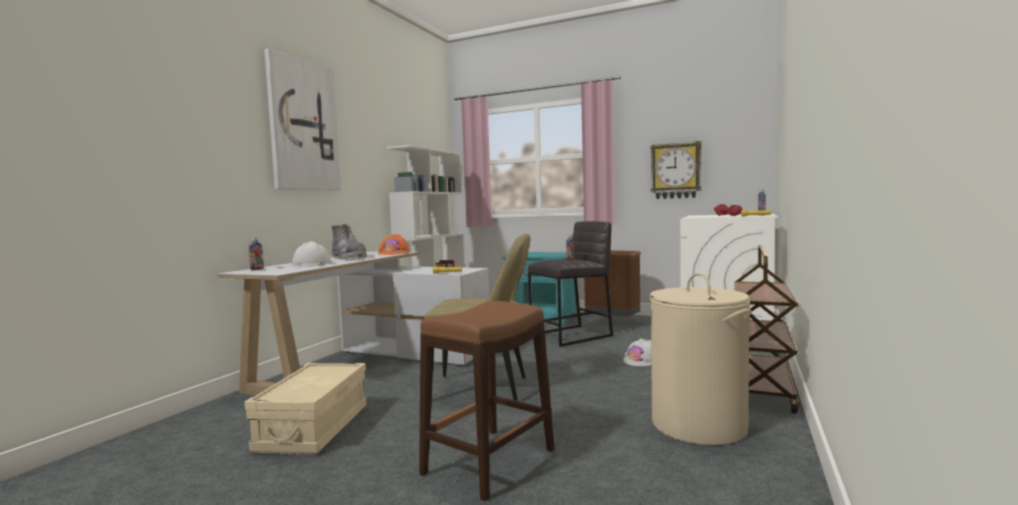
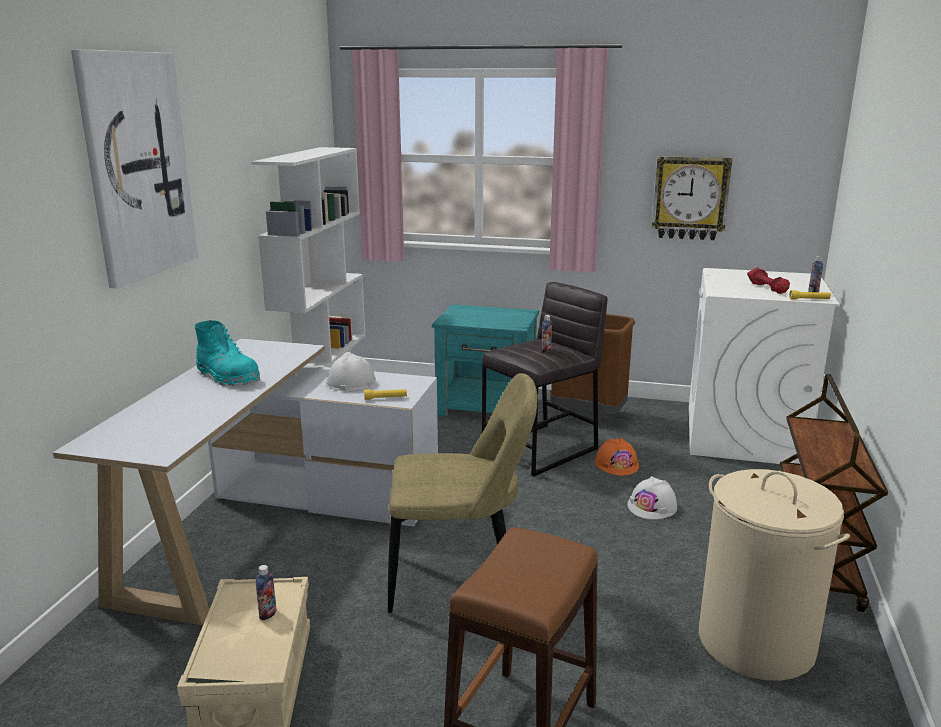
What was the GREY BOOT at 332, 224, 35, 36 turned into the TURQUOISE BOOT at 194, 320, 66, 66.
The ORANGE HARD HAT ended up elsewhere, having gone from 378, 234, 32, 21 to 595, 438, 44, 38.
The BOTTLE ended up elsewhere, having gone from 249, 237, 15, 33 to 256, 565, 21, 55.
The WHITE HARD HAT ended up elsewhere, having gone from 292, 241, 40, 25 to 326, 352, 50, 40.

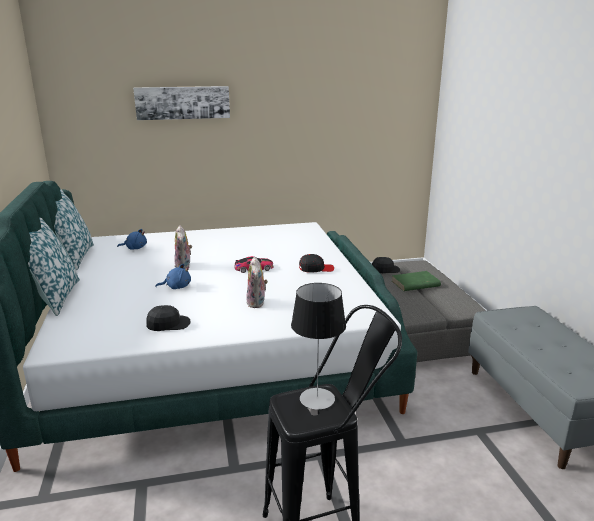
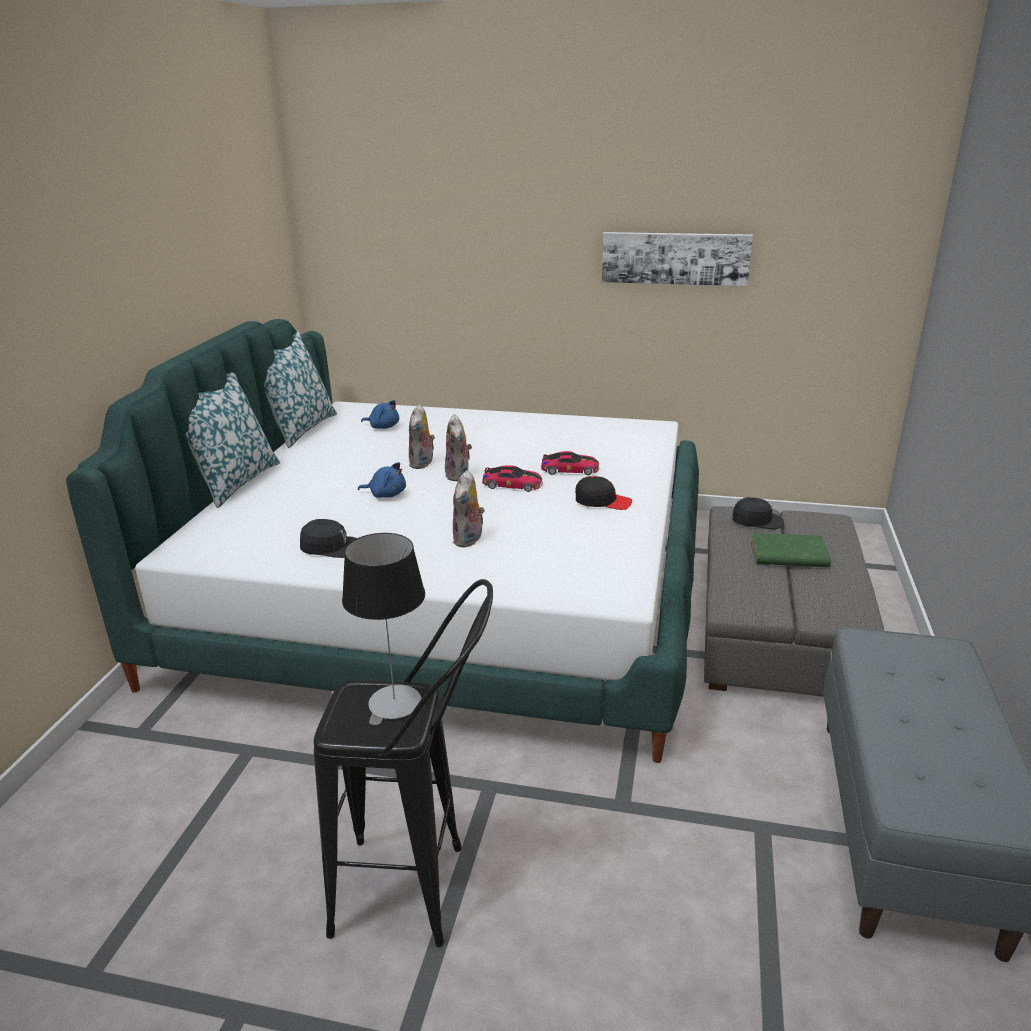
The PICTURE ended up elsewhere, having gone from 133, 86, 97, 34 to 602, 232, 151, 54.
The second view gained the PLUSH TOY at 445, 414, 27, 67.
The second view gained the TOY CAR at 541, 451, 58, 24.

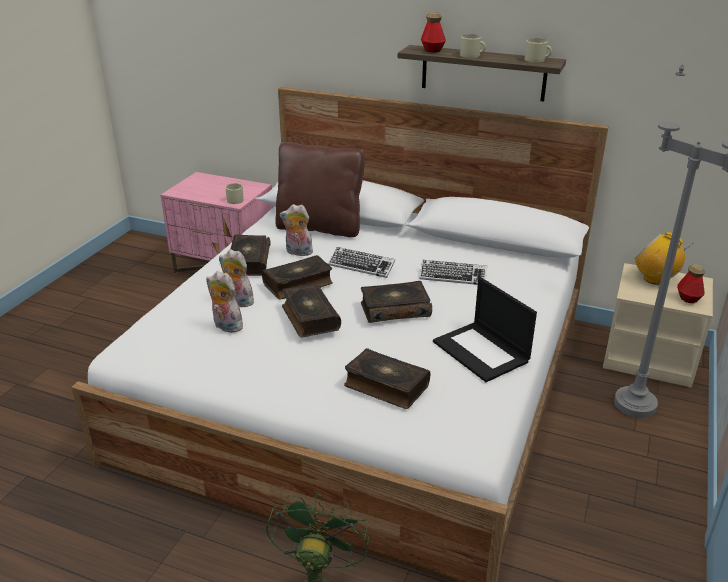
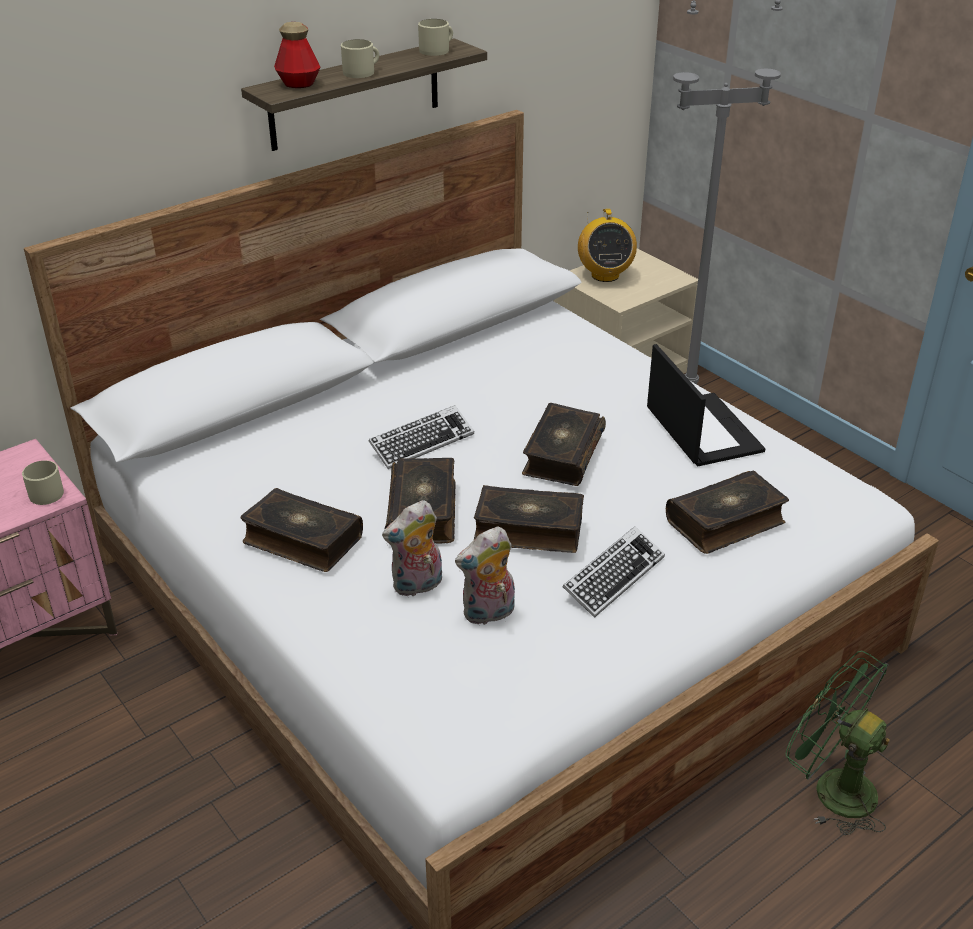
The second view lost the BROWN PILLOW at 275, 142, 90, 95.
The second view lost the PLUSH TOY at 280, 204, 36, 52.
The RADIO at 635, 232, 58, 53 ended up facing another way, 75 degrees counterclockwise from before.
The KEYBOARD ended up elsewhere, having gone from 419, 260, 68, 25 to 562, 526, 103, 92.
The second view lost the BOTTLE at 677, 264, 28, 39.
The LAPTOP at 433, 277, 104, 105 ended up facing another way, 105 degrees counterclockwise from before.

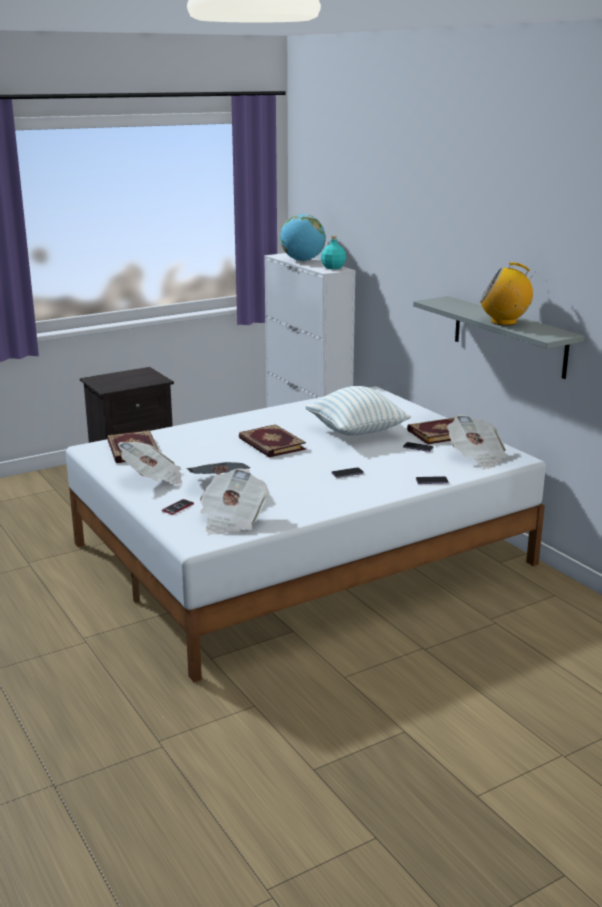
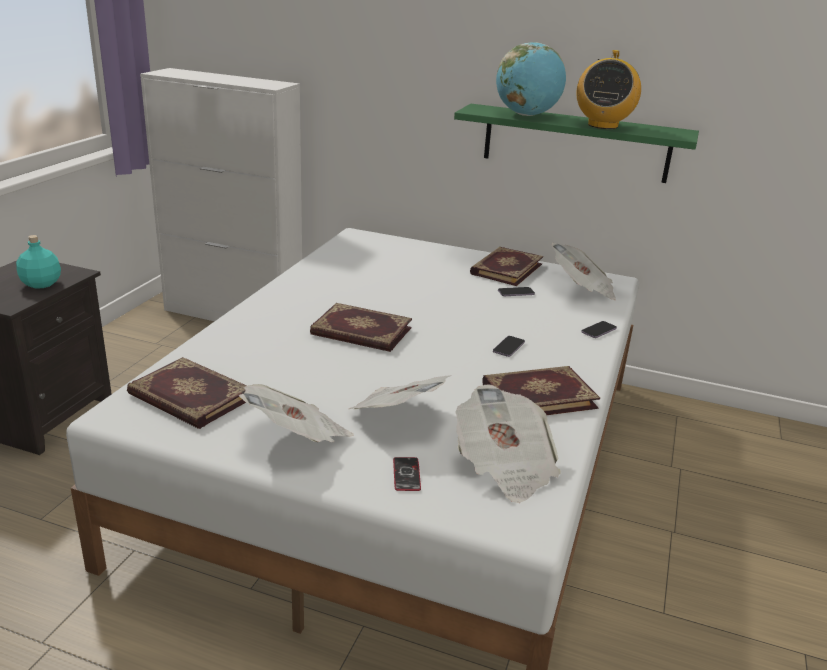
The GLOBE ended up elsewhere, having gone from 280, 214, 46, 47 to 496, 42, 70, 74.
The TURQUOISE BOTTLE ended up elsewhere, having gone from 321, 236, 25, 33 to 16, 235, 45, 53.
The RADIO at 480, 262, 54, 64 ended up facing another way, 45 degrees counterclockwise from before.
What was the GREY SHELF at 413, 296, 172, 83 turned into the GREEN SHELF at 454, 104, 245, 79.
The second view lost the PILLOW at 305, 386, 106, 50.
The second view gained the BOOK at 482, 366, 118, 49.

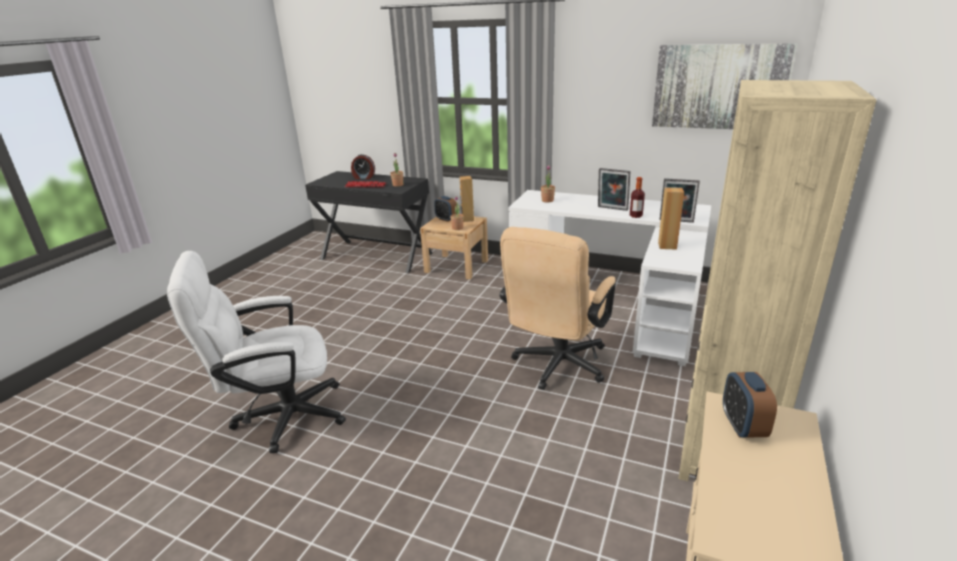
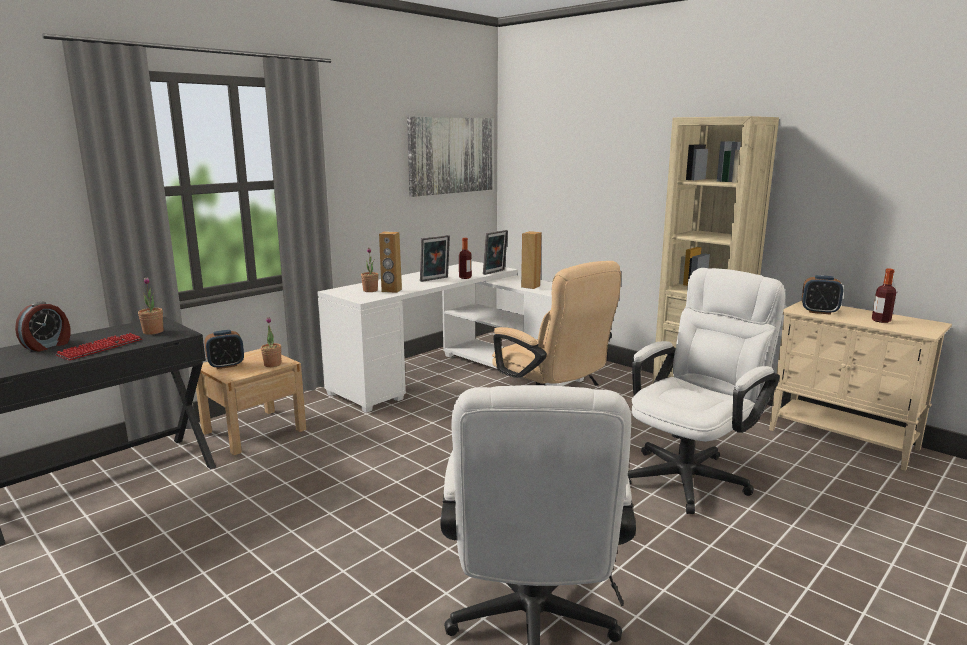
The BROWN SPEAKER ended up elsewhere, having gone from 459, 176, 15, 46 to 379, 232, 23, 61.
The second view gained the WHITE OFFICE CHAIR at 628, 268, 157, 246.
The second view gained the BOTTLE at 872, 269, 24, 54.

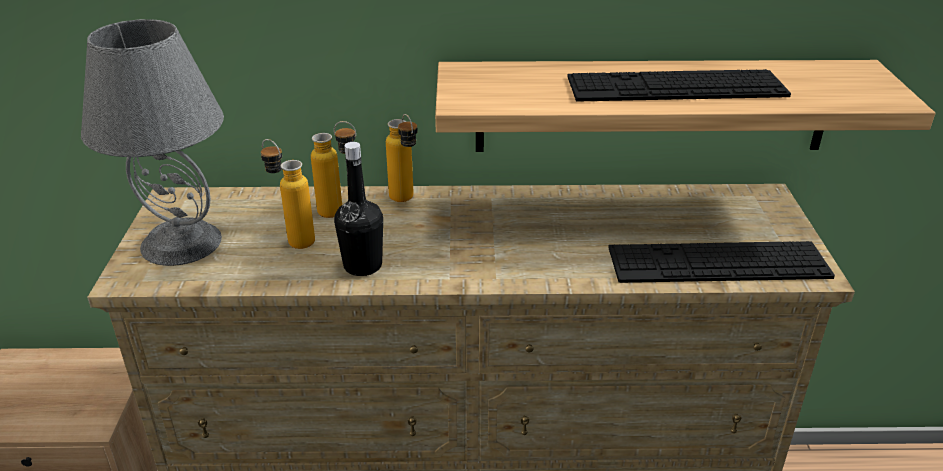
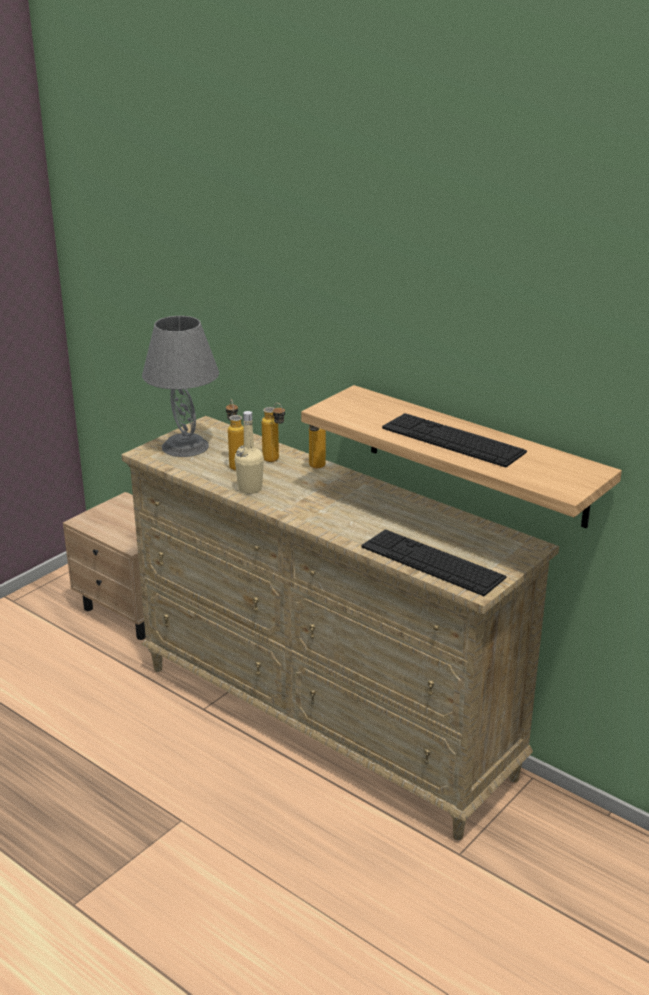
What was the BLACK BOTTLE at 334, 142, 49, 134 turned into the BEIGE BOTTLE at 235, 411, 29, 83.

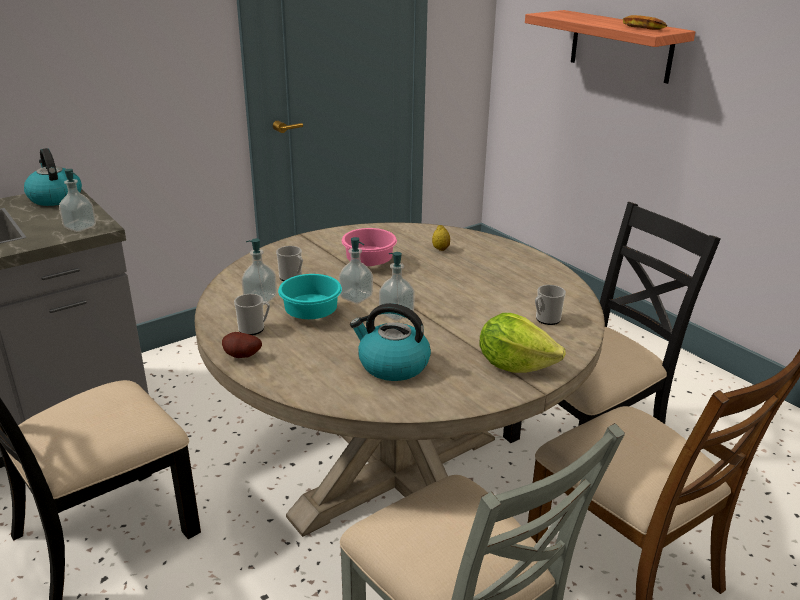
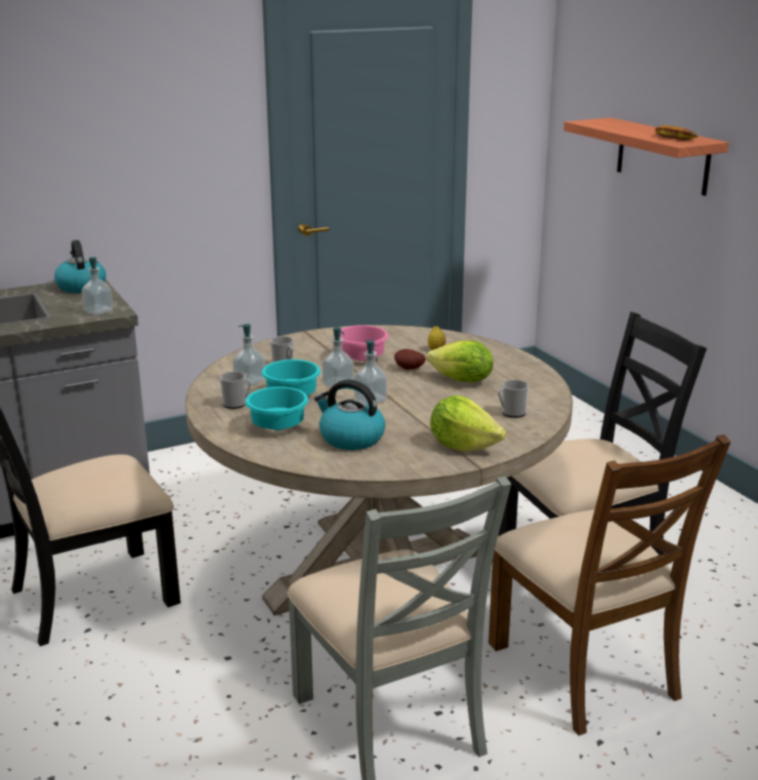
The POTATO ended up elsewhere, having gone from 222, 332, 40, 26 to 394, 349, 32, 21.
The second view gained the LETTUCE at 427, 340, 66, 42.
The second view gained the TURQUOISE BOWL at 245, 387, 63, 43.

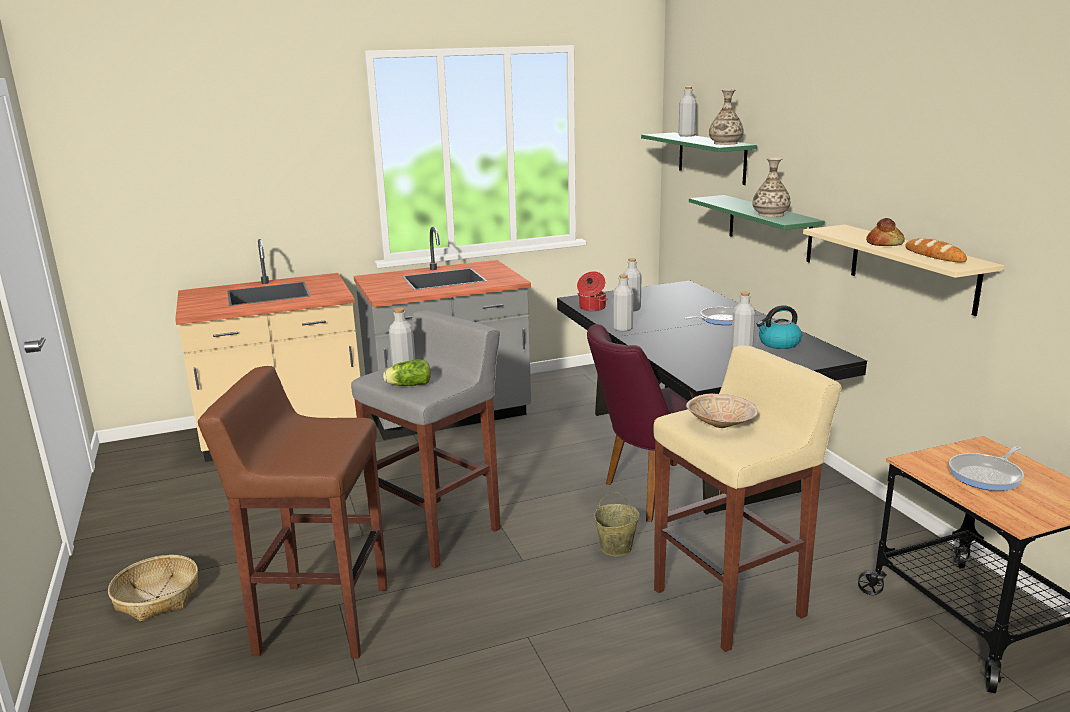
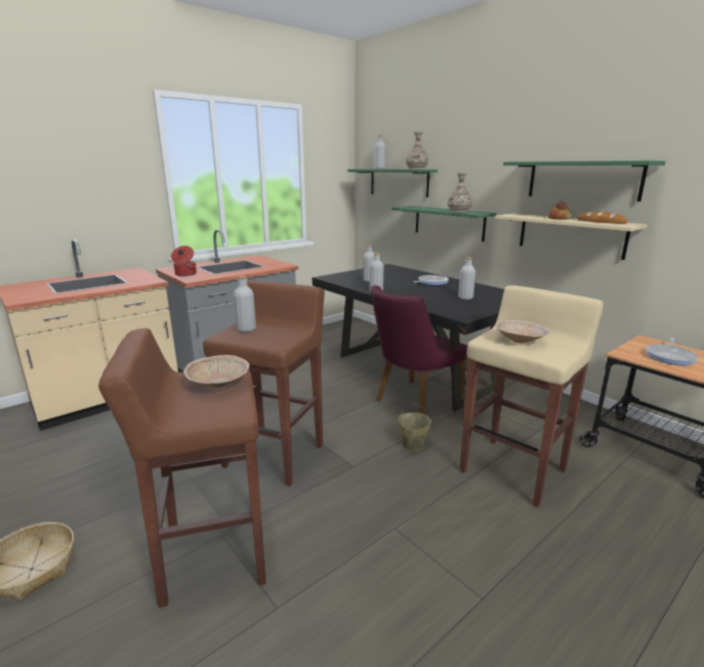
The COOKING POT ended up elsewhere, having gone from 577, 271, 30, 40 to 171, 246, 26, 30.
The second view lost the KETTLE at 757, 305, 45, 44.
What was the GREY STOOL at 351, 310, 150, 258 turned into the BROWN STOOL at 203, 281, 122, 205.
The second view lost the LETTUCE at 383, 359, 48, 27.
The second view gained the GREEN SHELF at 503, 161, 163, 41.
The second view gained the BEIGE BOWL at 184, 355, 66, 33.

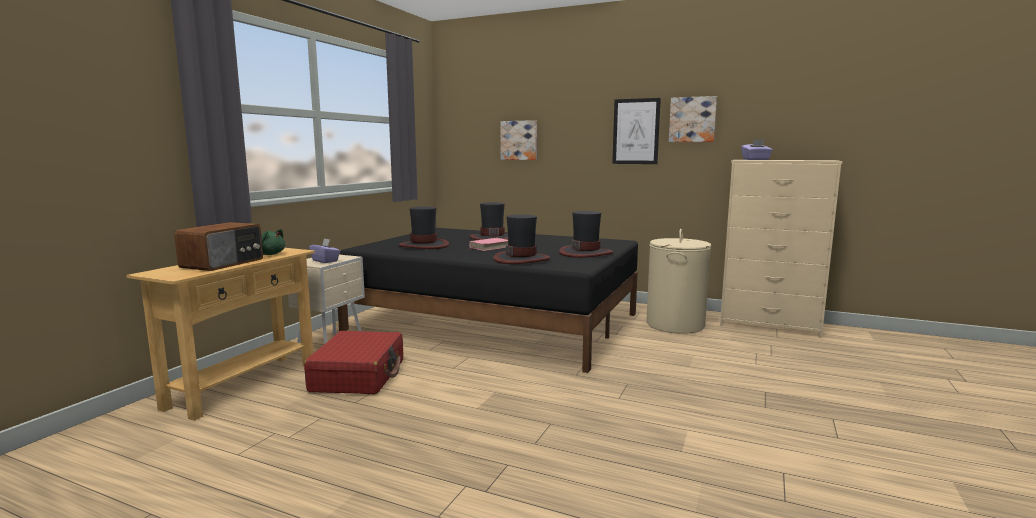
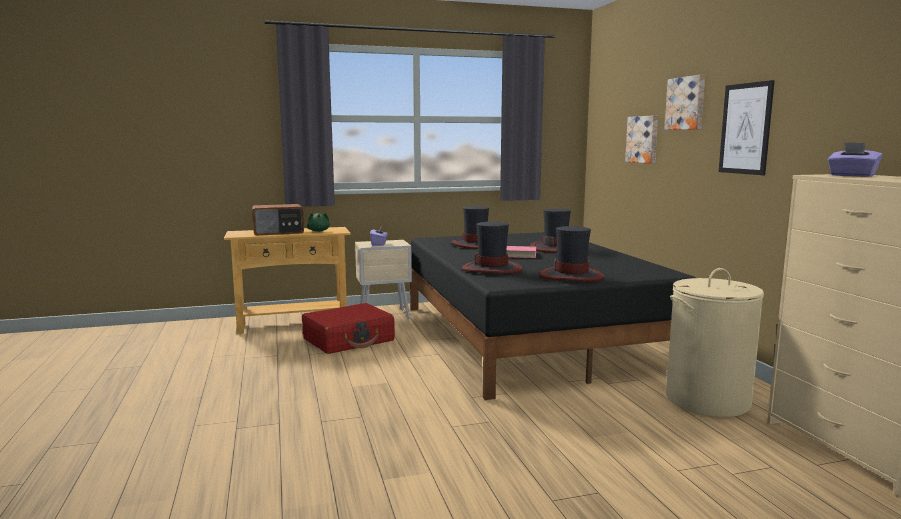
The PICTURE ended up elsewhere, having gone from 669, 96, 48, 46 to 664, 75, 41, 55.

